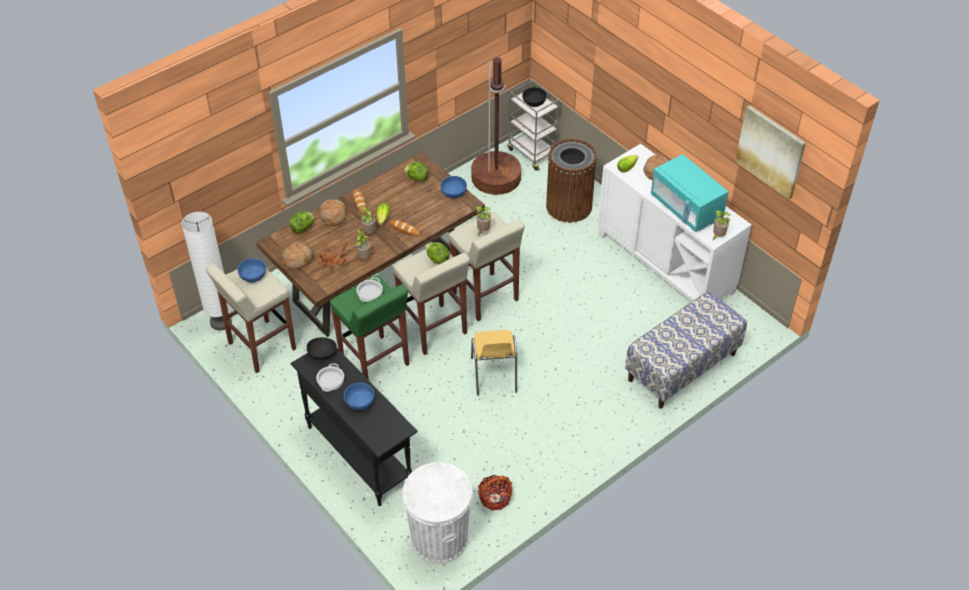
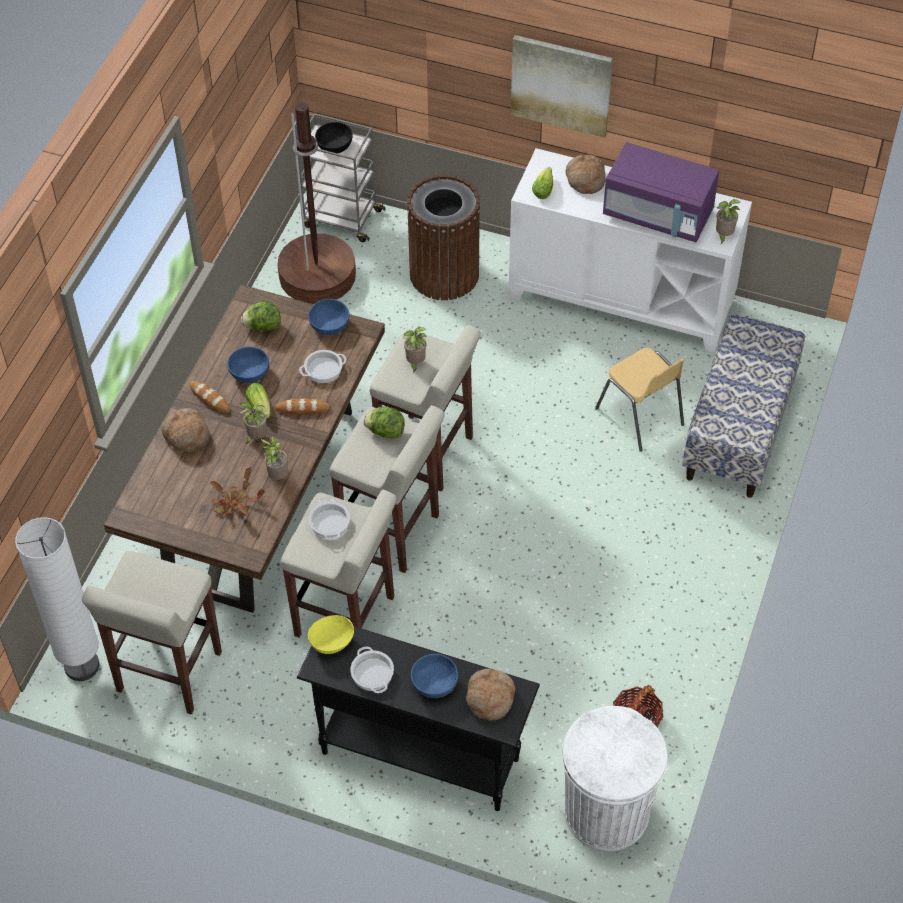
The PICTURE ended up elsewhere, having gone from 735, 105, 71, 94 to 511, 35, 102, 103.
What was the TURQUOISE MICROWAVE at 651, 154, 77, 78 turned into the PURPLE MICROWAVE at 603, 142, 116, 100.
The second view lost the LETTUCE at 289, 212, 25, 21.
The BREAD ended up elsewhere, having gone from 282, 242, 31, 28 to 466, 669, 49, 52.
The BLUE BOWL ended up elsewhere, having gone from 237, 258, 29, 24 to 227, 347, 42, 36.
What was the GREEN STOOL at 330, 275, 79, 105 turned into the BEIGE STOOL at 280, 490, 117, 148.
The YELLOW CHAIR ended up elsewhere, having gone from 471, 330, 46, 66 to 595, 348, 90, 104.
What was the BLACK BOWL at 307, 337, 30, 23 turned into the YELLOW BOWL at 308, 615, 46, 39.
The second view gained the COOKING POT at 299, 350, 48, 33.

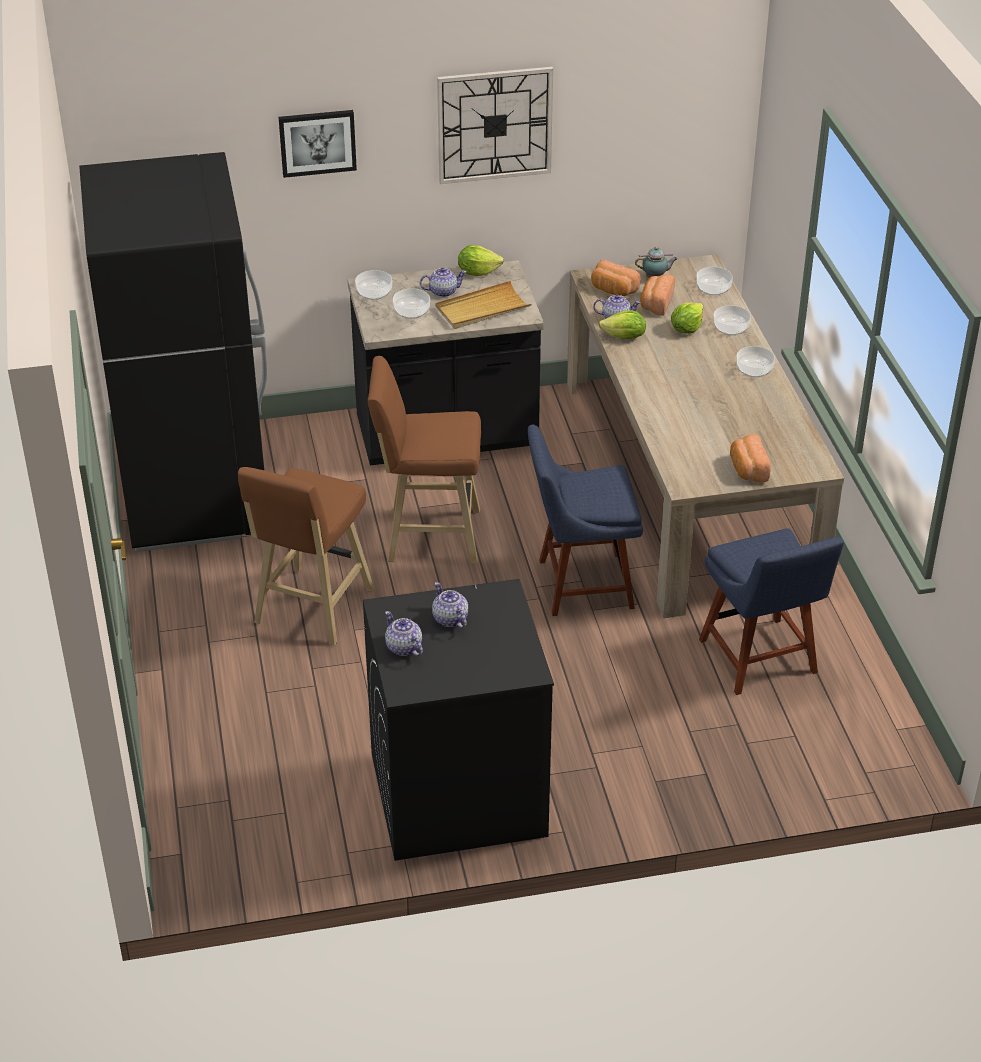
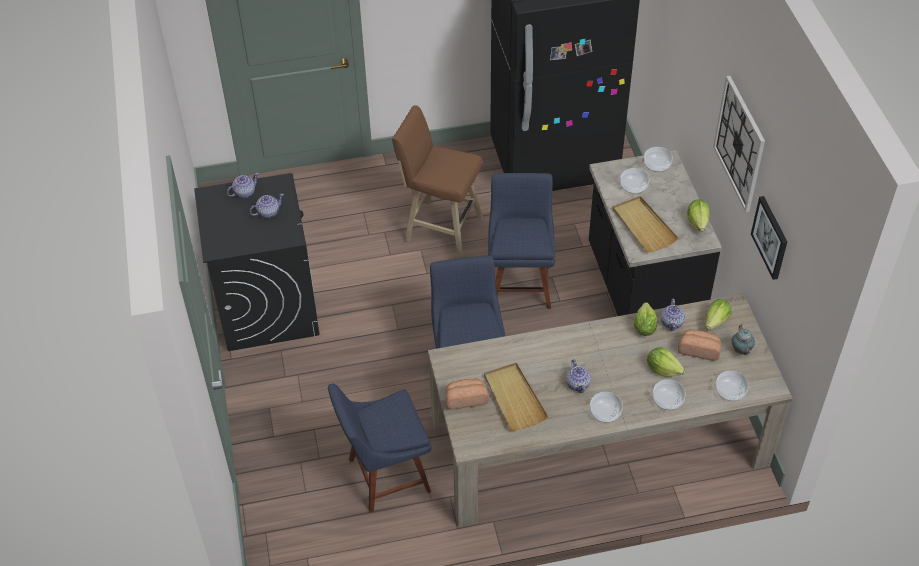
The PICTURE ended up elsewhere, having gone from 278, 110, 79, 68 to 751, 196, 36, 84.
Where the BREAD stood at 591, 260, 50, 36, the LETTUCE came to stand at 705, 299, 27, 32.
The TEAPOT ended up elsewhere, having gone from 420, 268, 46, 29 to 566, 360, 25, 33.
Where the BROWN STOOL stood at 368, 356, 113, 207, the BLUE CHAIR came to stand at 488, 173, 67, 136.
The second view gained the BEIGE TRAY at 484, 363, 64, 68.

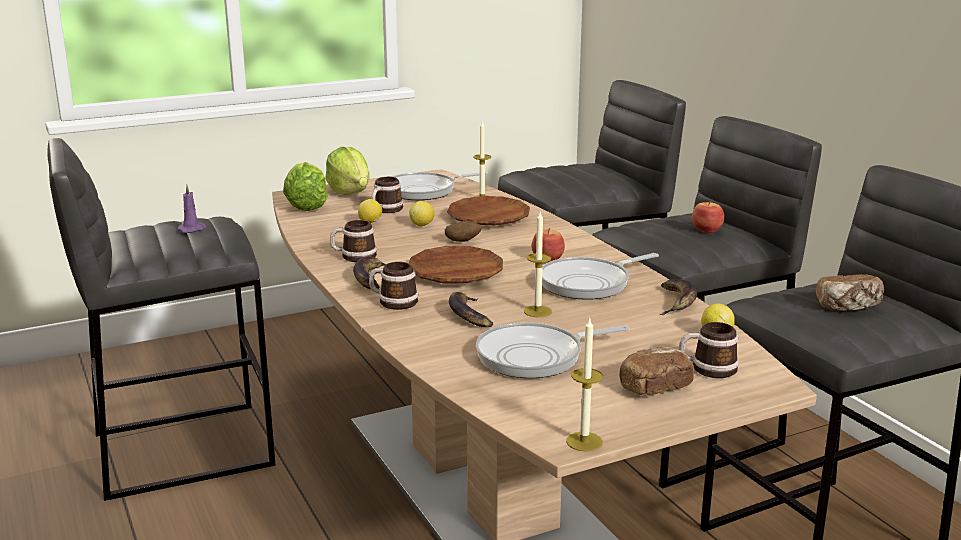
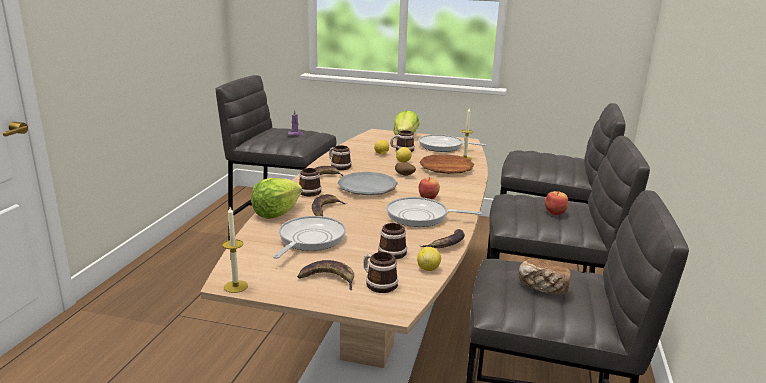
The LETTUCE ended up elsewhere, having gone from 283, 162, 45, 49 to 251, 178, 51, 41.
The second view lost the CANDLE at 524, 212, 28, 105.
What was the BROWN PLATE at 409, 246, 94, 37 turned into the GREY PLATE at 337, 172, 61, 23.
The FRYING PAN at 476, 322, 153, 56 ended up facing another way, 90 degrees clockwise from before.
Where the BREAD stood at 620, 346, 74, 50, the BANANA came to stand at 297, 260, 57, 30.
The second view gained the MUG at 378, 223, 29, 36.

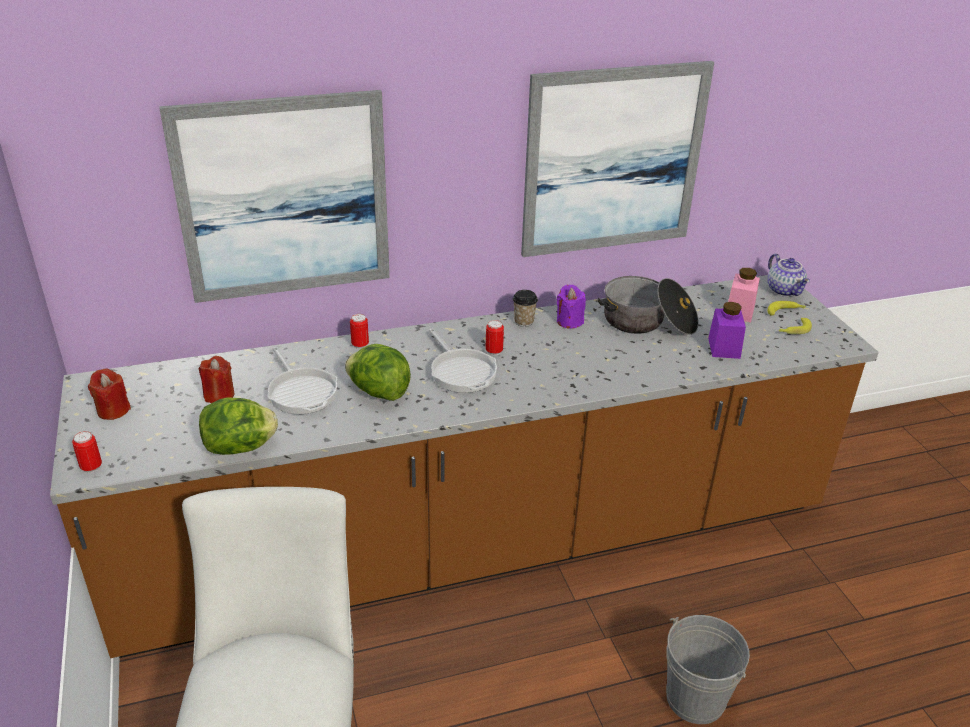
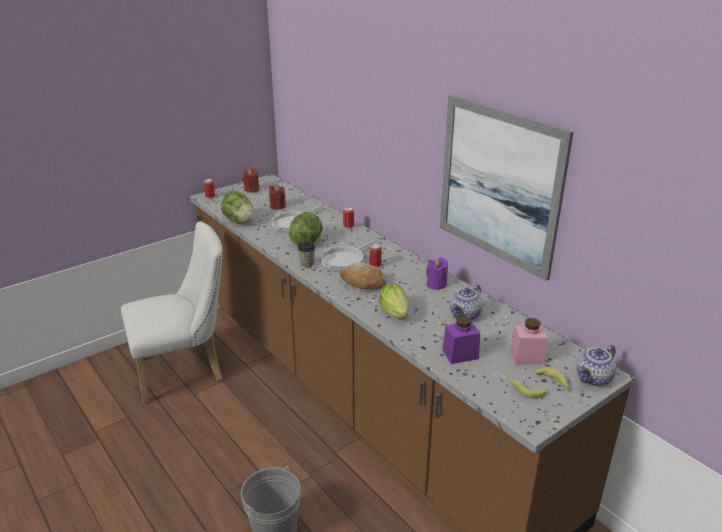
The second view lost the PICTURE at 159, 90, 231, 213.
Where the COOKING POT stood at 598, 276, 101, 59, the TEAPOT came to stand at 450, 284, 33, 36.
The CUP ended up elsewhere, having gone from 513, 290, 25, 37 to 298, 241, 17, 26.
The second view gained the BREAD at 340, 263, 46, 27.
The second view gained the LETTUCE at 379, 283, 30, 35.

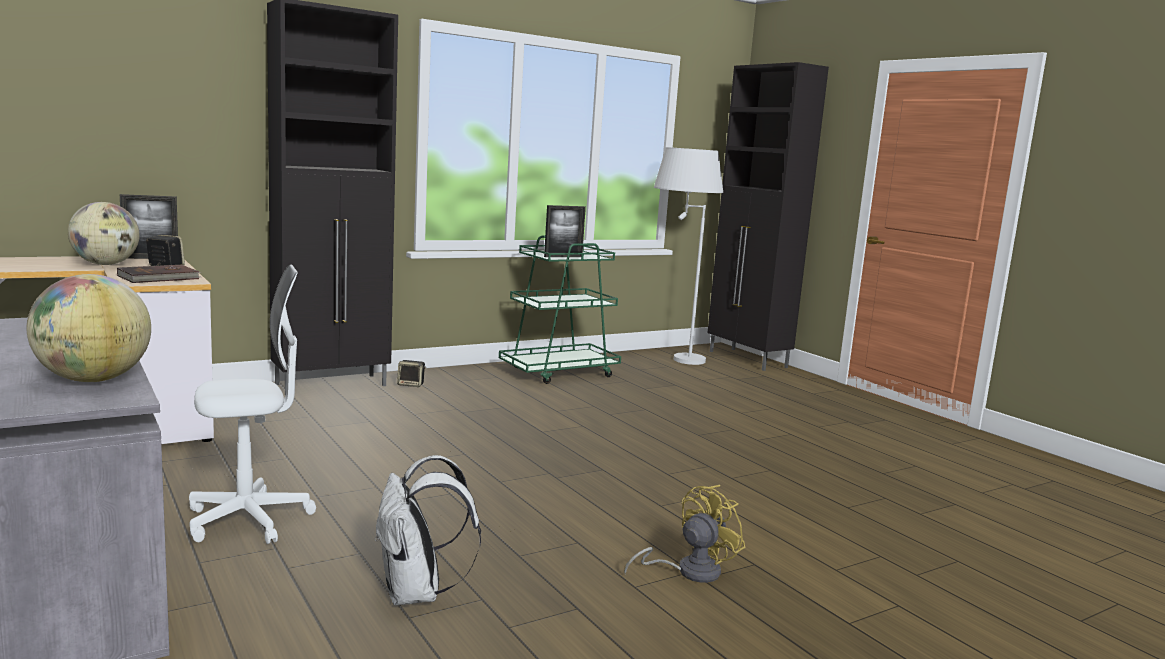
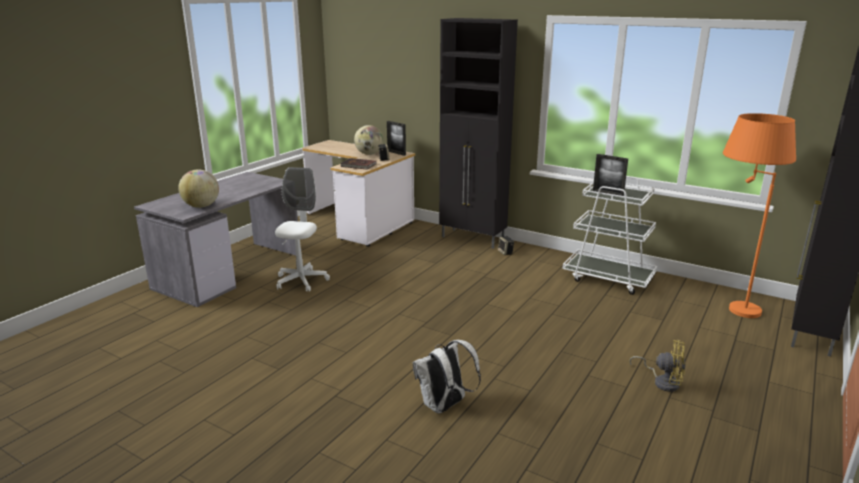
What was the WHITE FLOOR LAMP at 654, 147, 69, 218 turned into the ORANGE FLOOR LAMP at 723, 113, 73, 205.
What was the GREEN CART at 499, 236, 122, 148 turned into the WHITE CART at 563, 176, 94, 119.
The WHITE OFFICE CHAIR at 189, 264, 127, 280 ended up facing another way, 120 degrees counterclockwise from before.
The WHITE BACKPACK ended up elsewhere, having gone from 375, 455, 106, 151 to 413, 340, 68, 73.
The YELLOW FAN ended up elsewhere, having gone from 624, 485, 122, 98 to 630, 340, 56, 52.

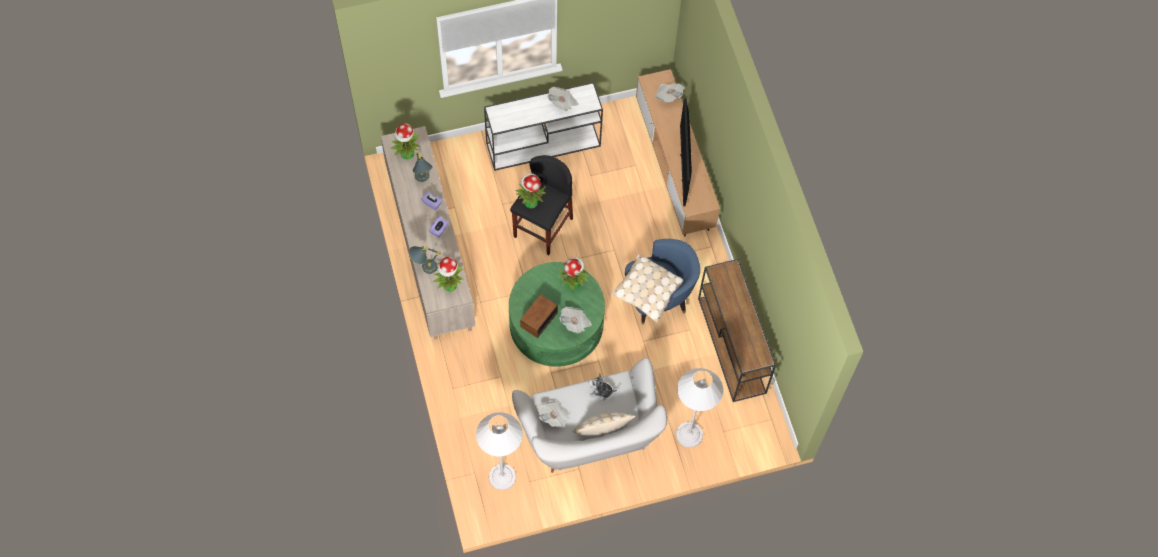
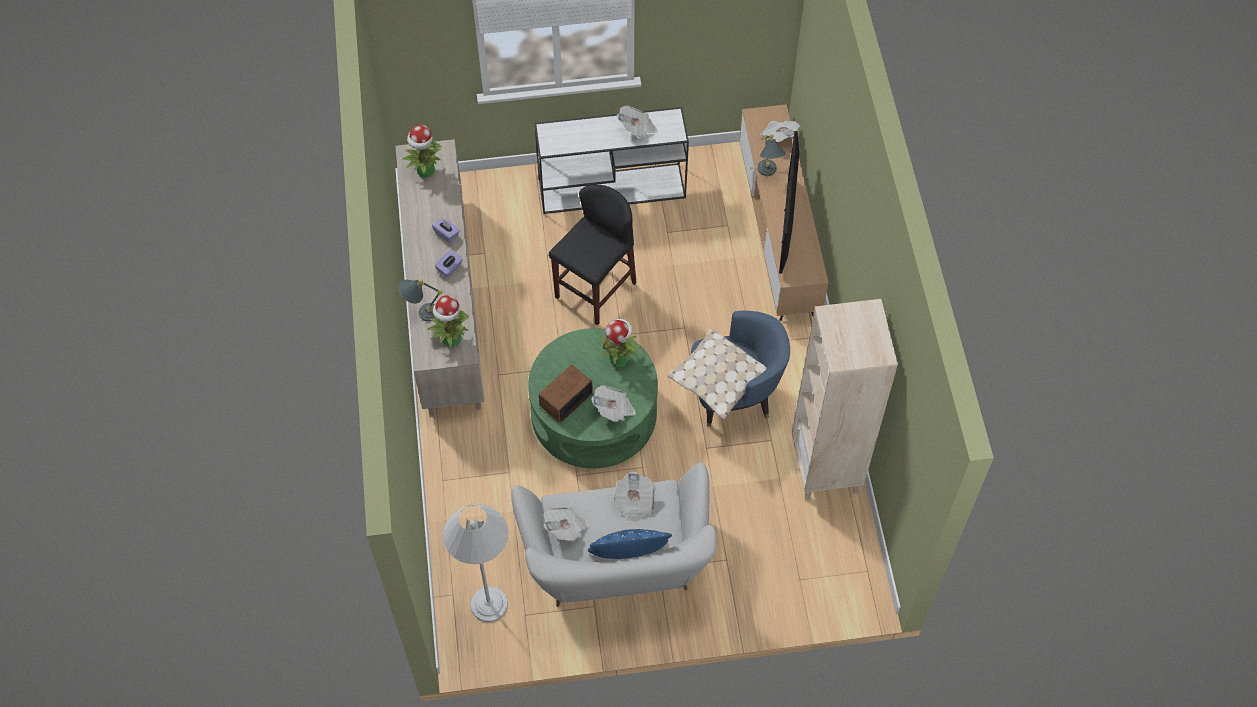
The GREY TABLE LAMP ended up elsewhere, having gone from 413, 152, 19, 30 to 757, 134, 29, 42.
The second view lost the POTTED PLANT at 515, 173, 31, 35.
Where the BROWN CONSOLE TABLE stood at 698, 259, 78, 143, the BEIGE BOOKCASE came to stand at 792, 299, 106, 201.
The second view lost the WHITE FLOOR LAMP at 676, 368, 47, 80.
Where the PLUSH TOY stood at 589, 374, 28, 27, the NEWSPAPER came to stand at 614, 472, 42, 52.
What was the BEIGE PILLOW at 572, 413, 64, 23 turned into the BLUE PILLOW at 588, 529, 84, 30.

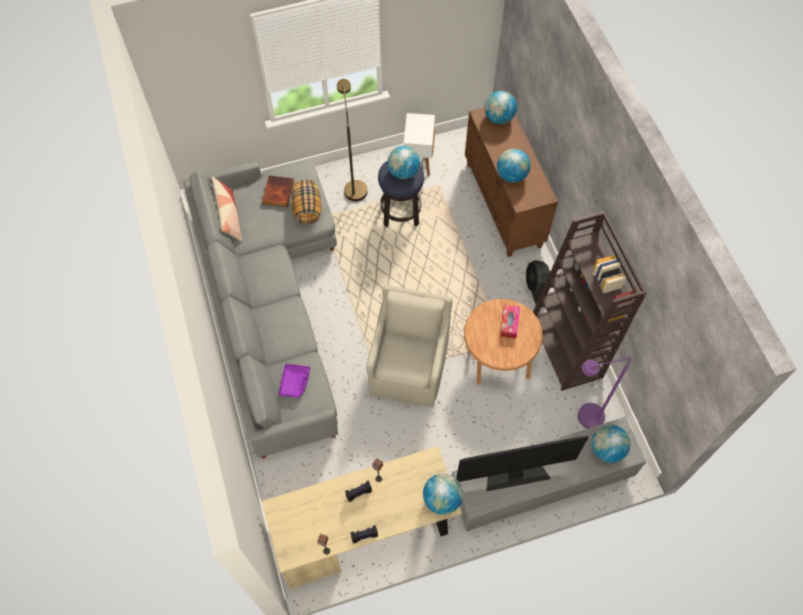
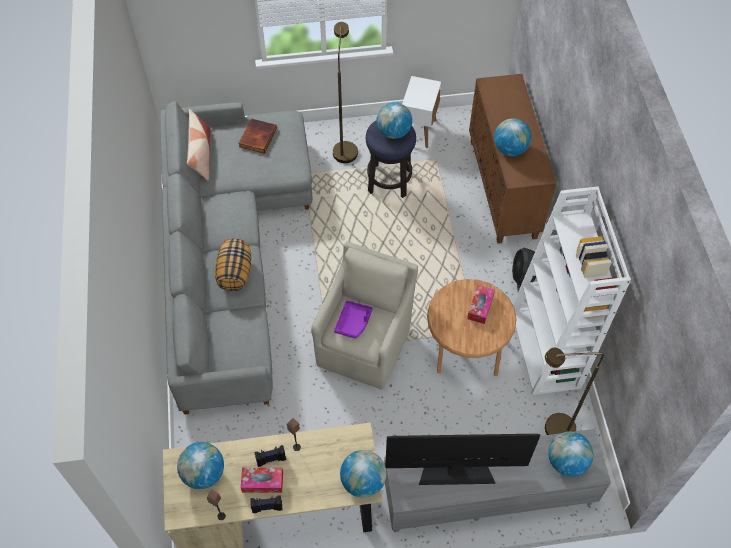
The GLOBE ended up elsewhere, having gone from 484, 91, 33, 33 to 177, 442, 47, 47.
The PILLOW ended up elsewhere, having gone from 291, 180, 30, 44 to 215, 239, 36, 52.
What was the BROWN BOOKCASE at 533, 211, 114, 180 turned into the WHITE BOOKCASE at 513, 186, 118, 209.
What was the PURPLE FLOOR LAMP at 578, 358, 53, 71 turned into the BROWN FLOOR LAMP at 545, 348, 59, 87.
The PURPLE TRAY ended up elsewhere, having gone from 279, 364, 31, 34 to 334, 300, 39, 39.
The second view gained the TISSUE BOX at 241, 468, 42, 25.

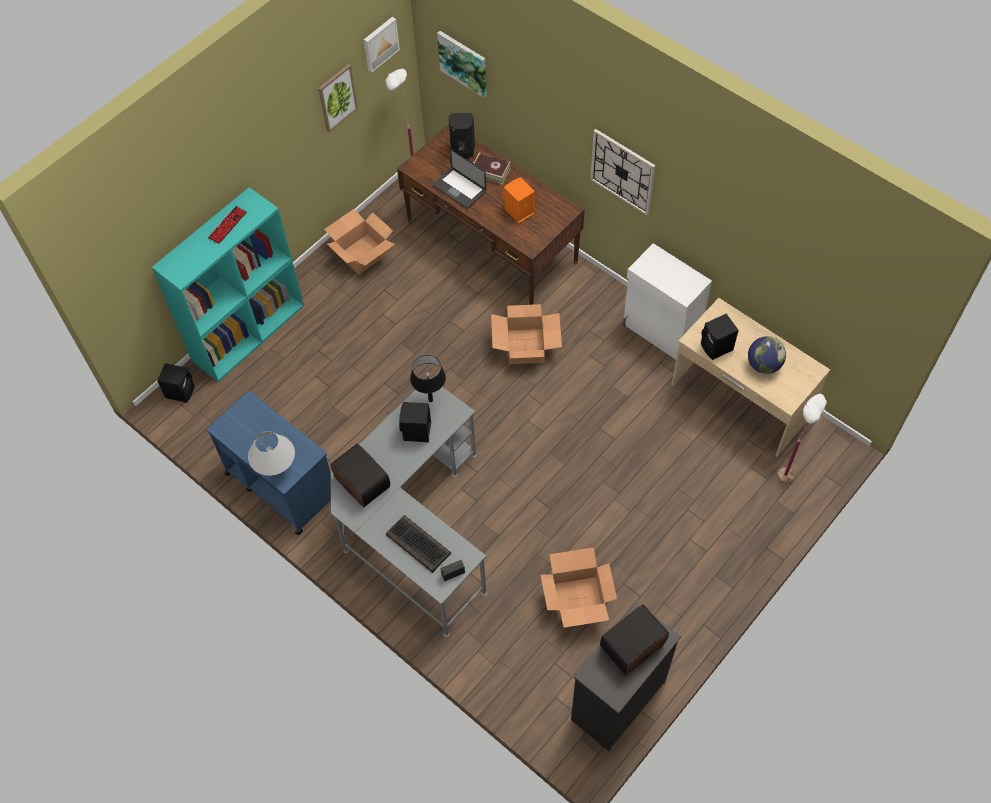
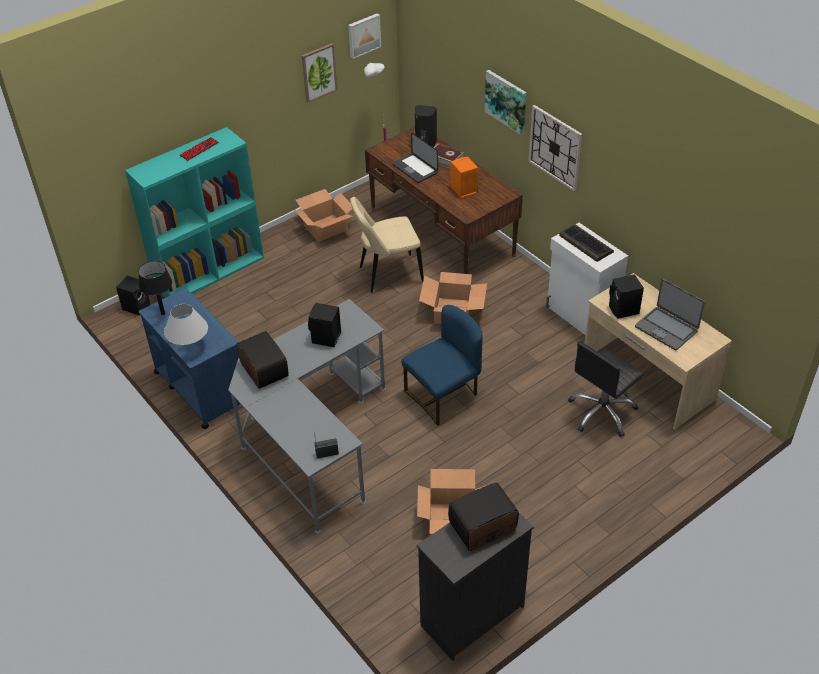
The PICTURE ended up elsewhere, having gone from 437, 31, 49, 67 to 485, 70, 42, 65.
Where the GLOBE stood at 748, 336, 38, 38, the LAPTOP came to stand at 635, 279, 70, 71.
The BLACK TABLE LAMP ended up elsewhere, having gone from 410, 355, 36, 47 to 138, 261, 34, 54.
The second view lost the WHITE FLOOR LAMP at 777, 393, 50, 90.
The KEYBOARD ended up elsewhere, having gone from 386, 515, 65, 58 to 559, 225, 55, 37.
The second view gained the BEIGE CHAIR at 350, 197, 74, 96.
The second view gained the BLUE CHAIR at 401, 305, 82, 121.
The second view gained the BLACK OFFICE CHAIR at 568, 342, 76, 95.

